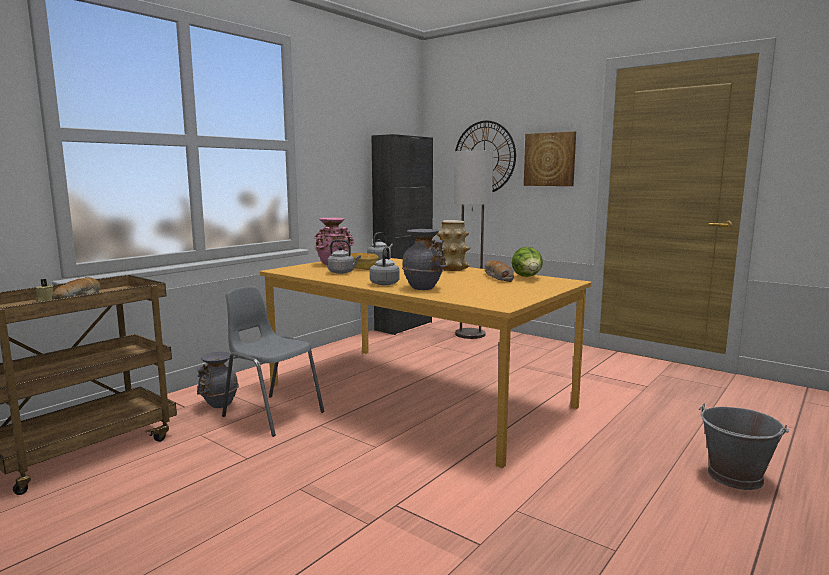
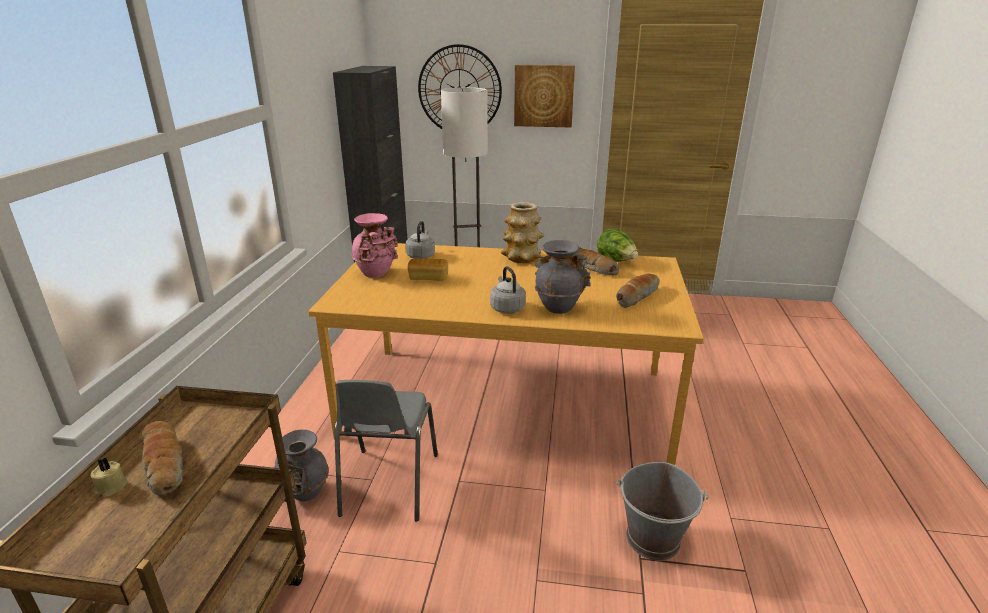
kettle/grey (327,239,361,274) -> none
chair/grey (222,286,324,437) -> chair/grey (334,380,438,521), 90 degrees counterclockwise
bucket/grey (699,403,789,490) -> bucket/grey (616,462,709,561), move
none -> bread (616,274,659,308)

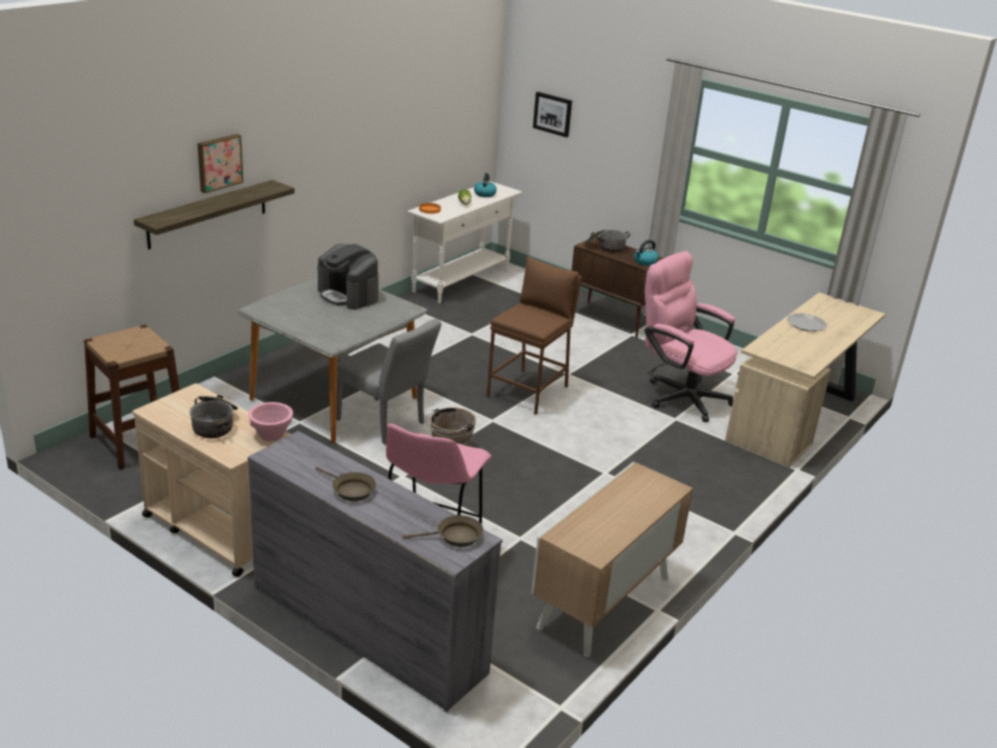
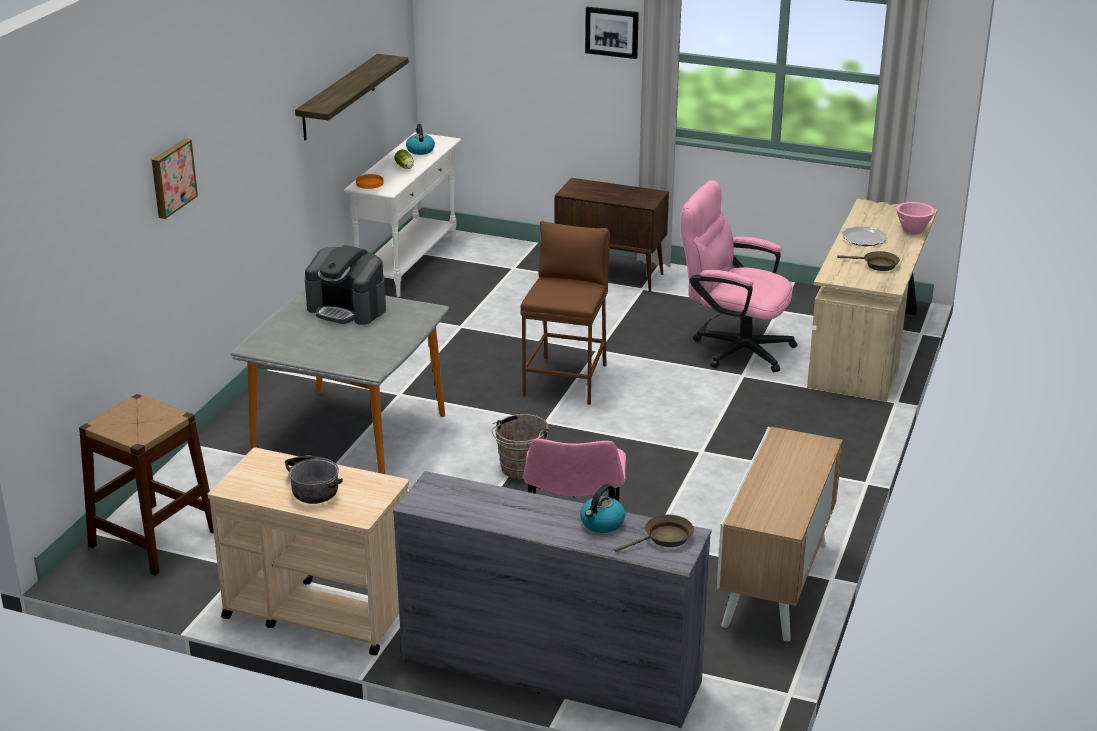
picture (533,92,572,137) -> picture (585,7,639,59), move
shelf (134,180,294,249) -> shelf (295,54,409,140), move
cooking pot (584,229,630,253) -> none
kettle (634,240,659,266) -> kettle (580,484,625,533), move
chair/grey (336,319,441,445) -> none
bowl/pink (248,402,293,441) -> bowl/pink (896,202,935,234), move
frying pan/brown (315,467,376,501) -> frying pan/brown (837,251,900,271), move

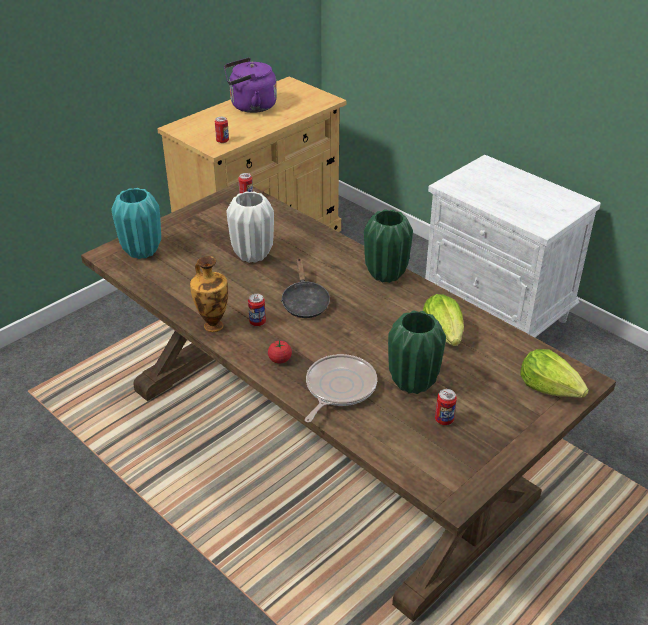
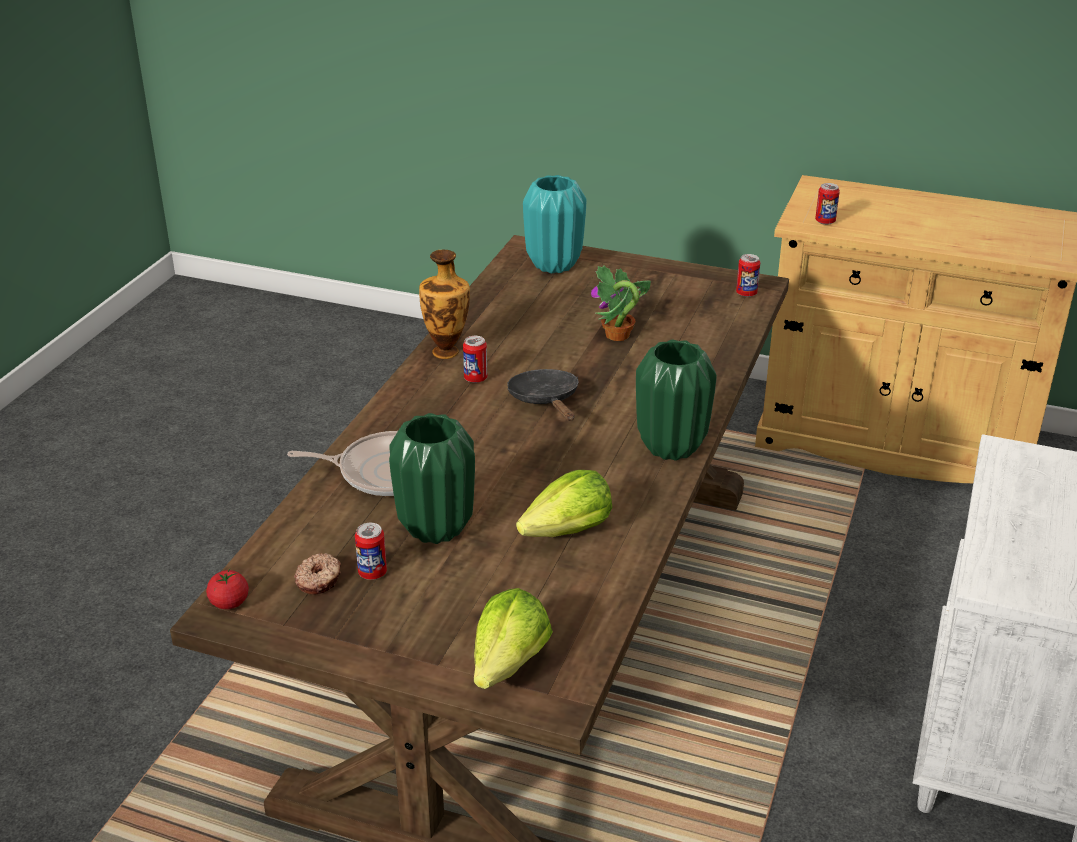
kettle/purple (224,57,277,113) -> none
vase/white (226,191,274,263) -> potted plant (591,266,651,341)
frying pan/black (281,257,331,318) -> frying pan/black (507,369,579,421), 105 degrees clockwise
tomato (268,340,292,363) -> tomato (206,569,249,609), move
none -> donut (294,553,341,595)

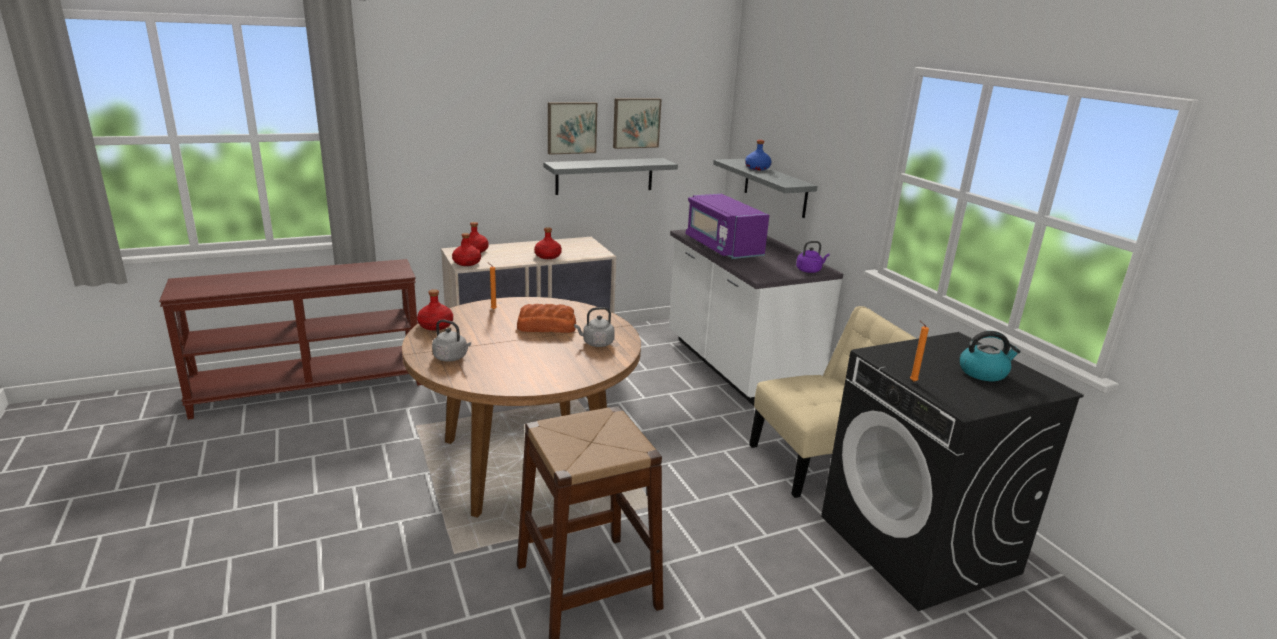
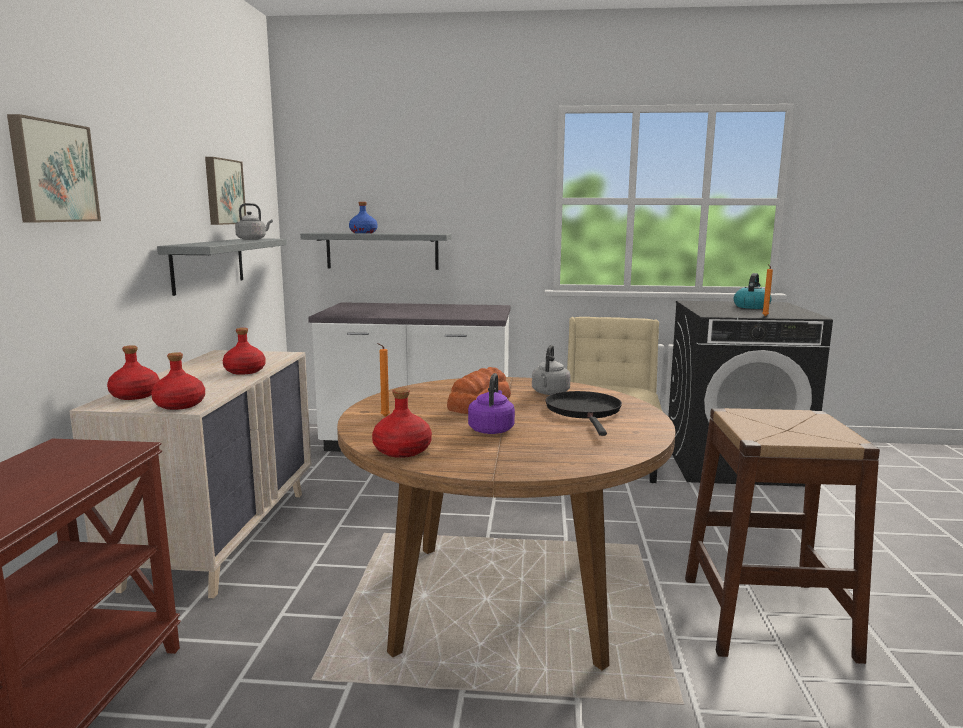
picture (548,102,597,155) -> picture (7,114,101,222), move
microwave/purple (686,194,769,259) -> none
kettle/purple (796,241,830,273) -> kettle/purple (468,373,515,434), move
kettle/grey (432,319,471,362) -> kettle/grey (235,203,273,240), move
none -> frying pan/black (545,391,622,436)

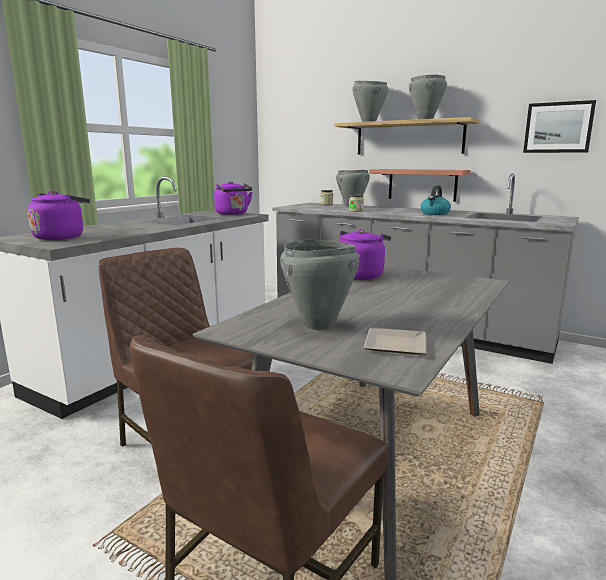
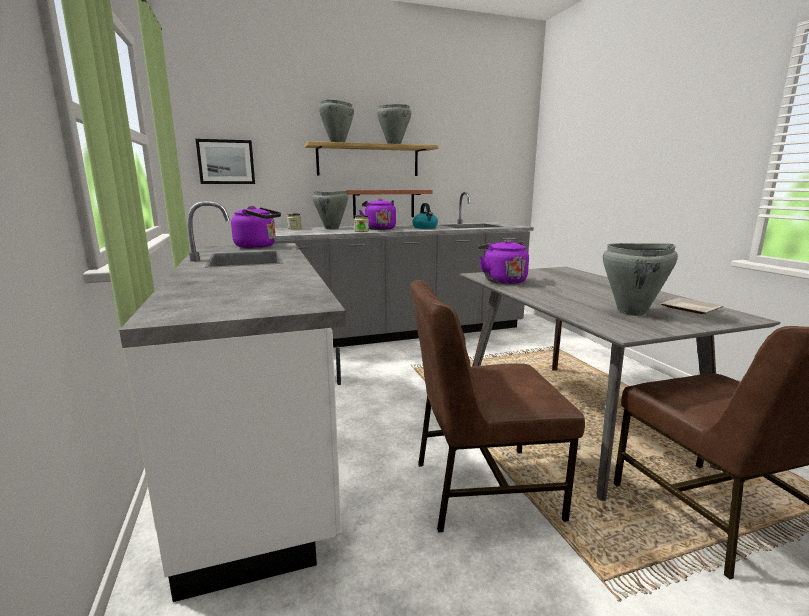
picture (523,100,596,153) -> picture (196,139,255,184), move
kettle/purple (27,191,90,240) -> kettle/purple (359,198,396,230), move

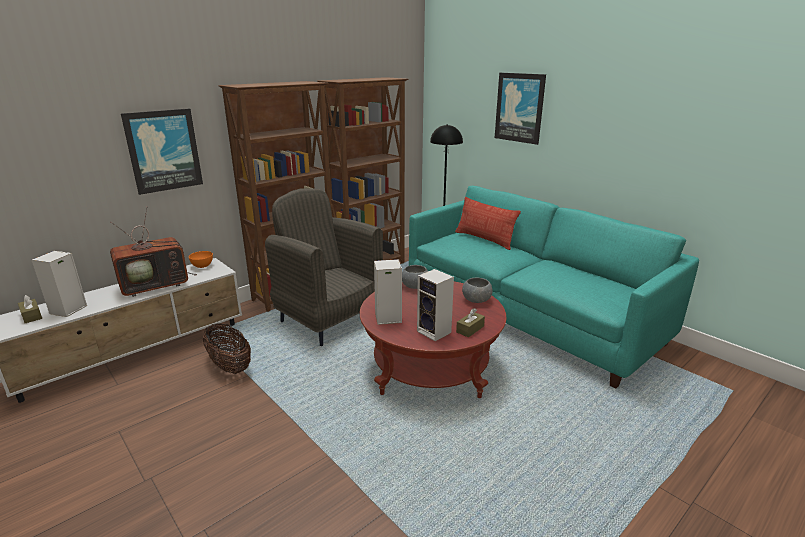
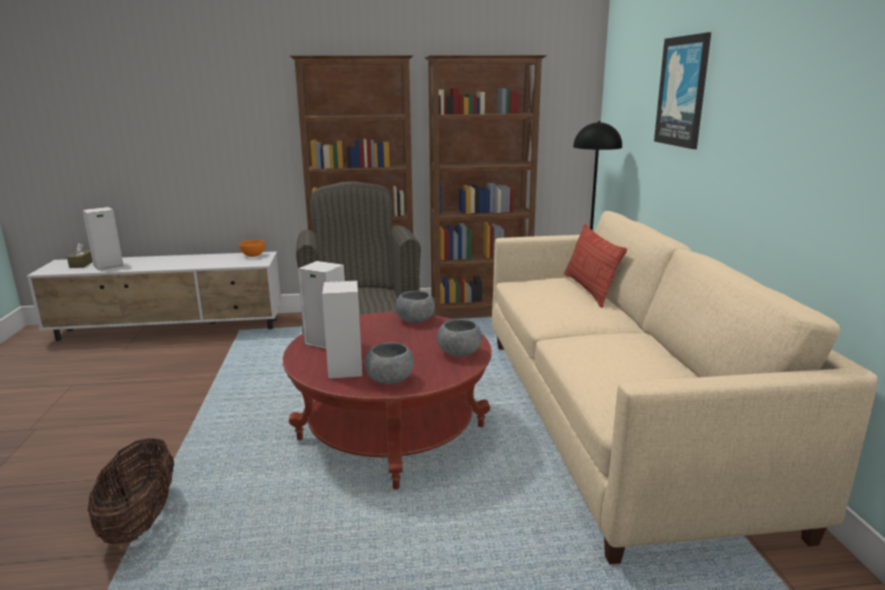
picture (121,108,203,195) -> none
sofa/turquoise (409,186,699,389) -> sofa/beige (492,211,878,564)
television (110,206,197,297) -> none
tissue box/brown (456,309,485,338) -> bowl/grey (364,342,414,384)
basket (203,323,251,374) -> basket (87,438,174,544), move

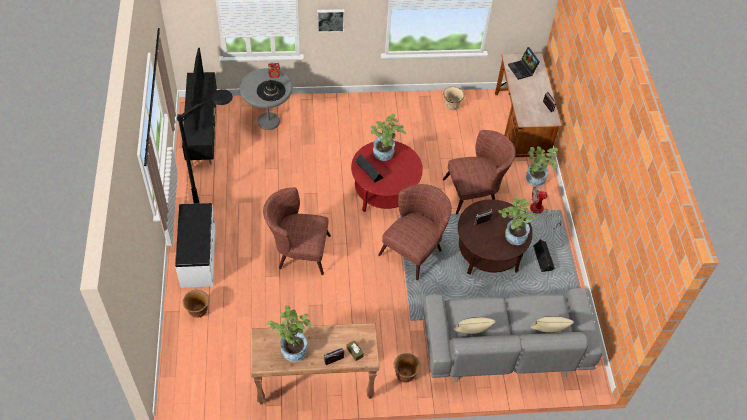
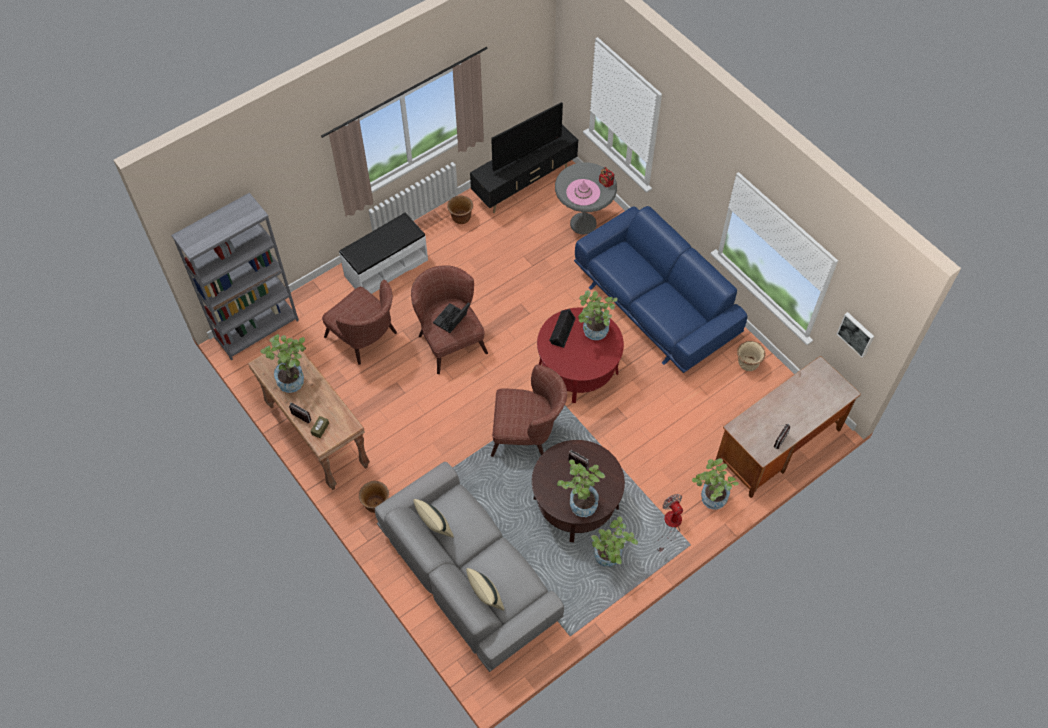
picture (317,9,344,32) -> picture (837,312,874,358), move
laptop (508,47,540,80) -> laptop (433,302,470,333), move
hat/black (257,79,286,101) -> hat/pink (566,179,600,206)
floor lamp/black (177,89,233,204) -> none
armchair/brown (443,130,516,214) -> armchair/brown (322,280,397,365), move
speaker/black (533,239,555,272) -> potted plant (591,516,638,567)
planter/brown (183,290,209,318) -> planter/brown (447,195,473,224), move
none -> bookcase/grey (171,193,299,361)
none -> sofa/blue (574,206,747,373)

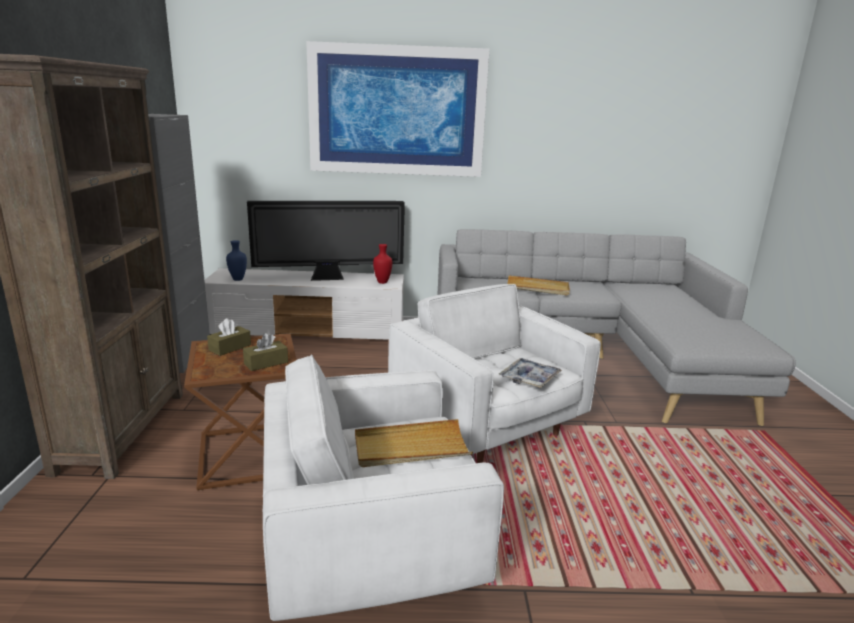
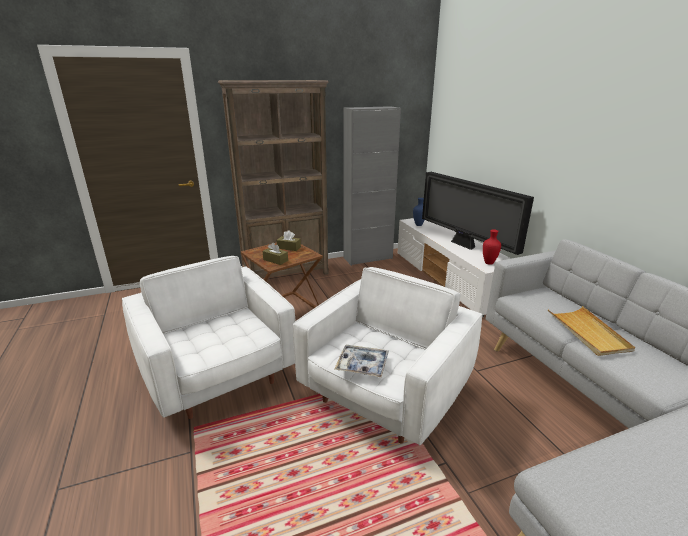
picture (306,41,490,177) -> none
tray/beige (355,419,473,467) -> none

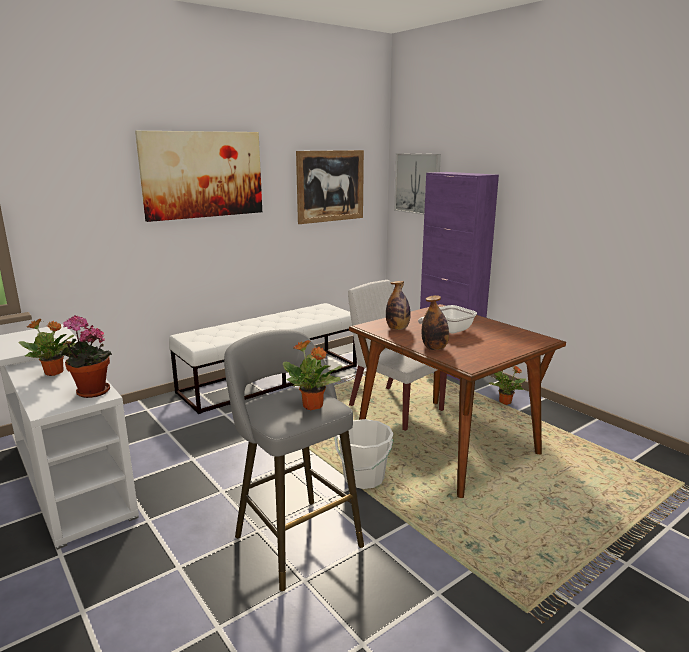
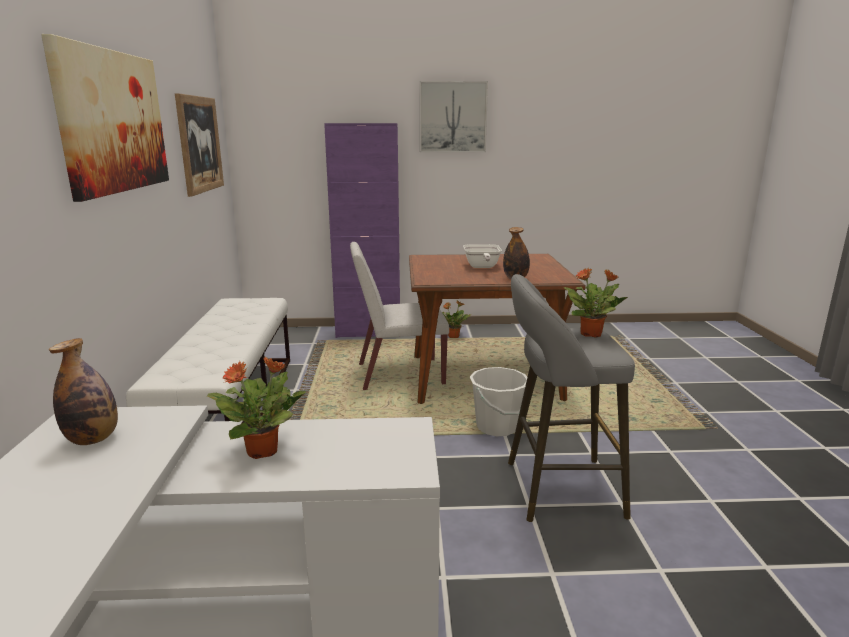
picture (394,153,441,215) -> picture (420,81,488,152), move
bottle (386,281,411,330) -> bottle (49,338,118,445), move
potted plant (58,315,112,398) -> none

